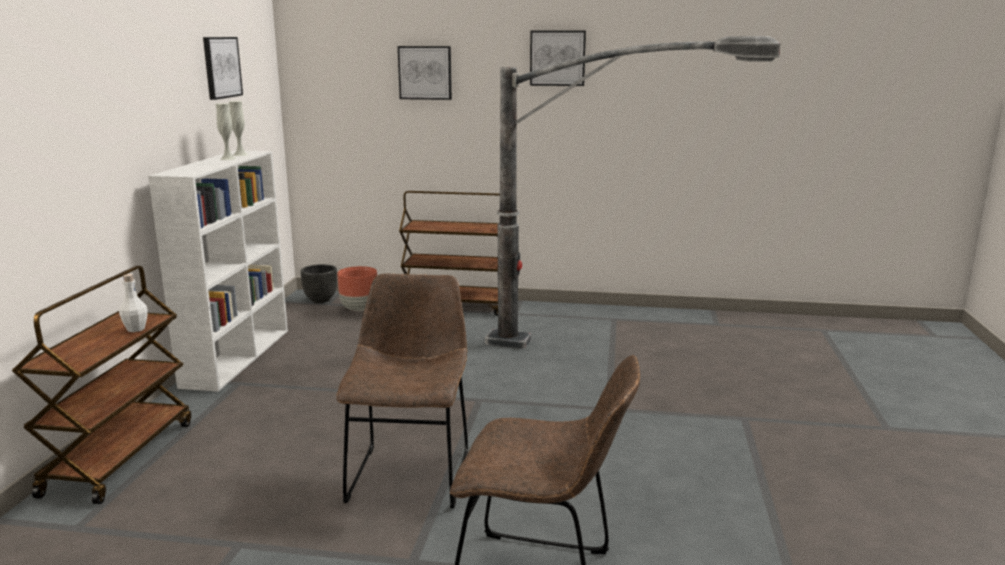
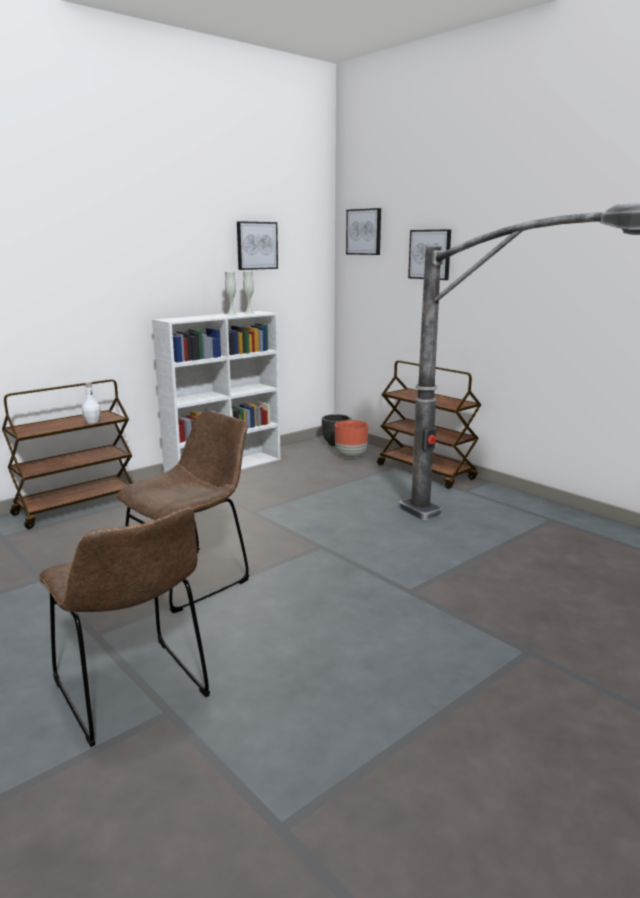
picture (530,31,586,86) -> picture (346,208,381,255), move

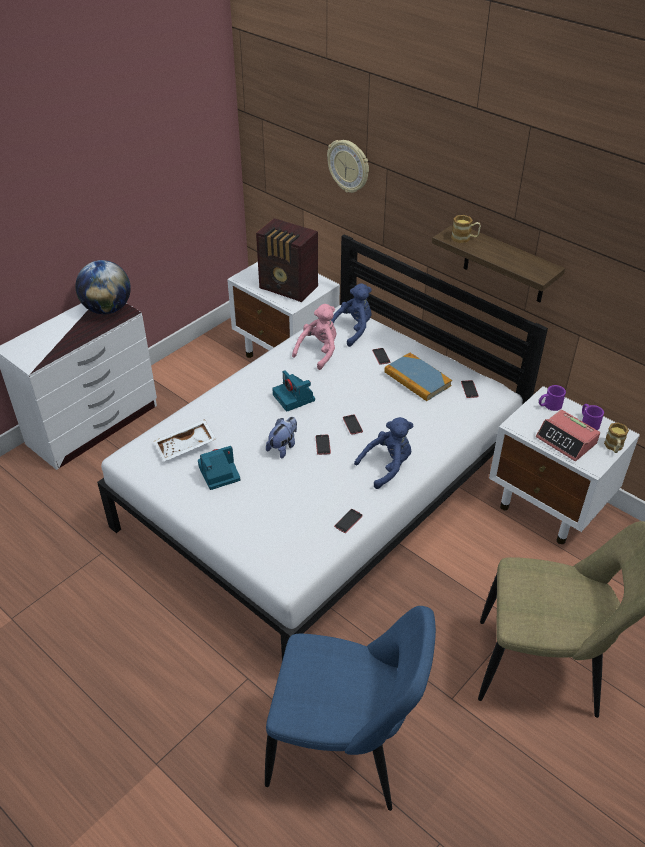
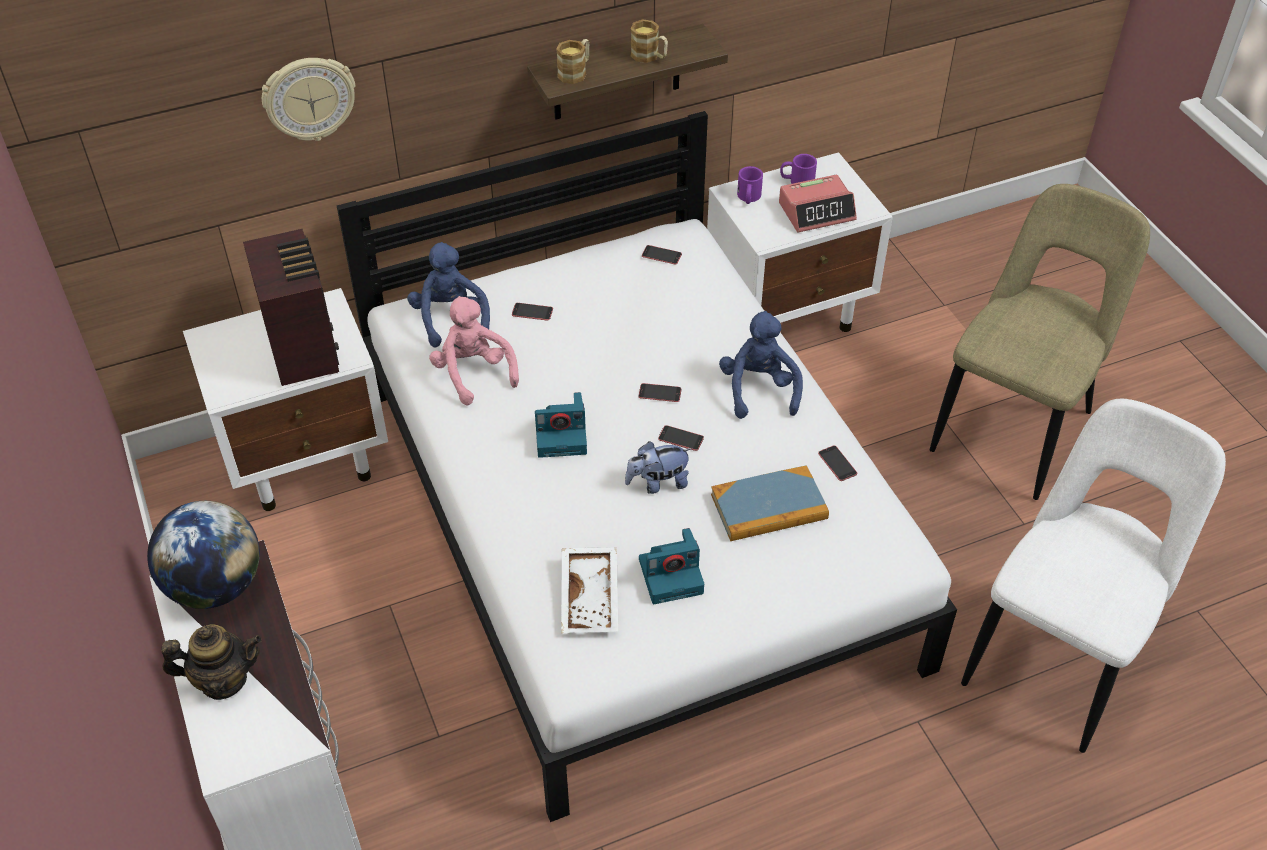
radio (256,218,318,302) -> radio (243,229,339,386), 75 degrees counterclockwise
book (384,353,452,401) -> book (711,465,829,541), move
plush toy (266,417,297,458) -> plush toy (625,441,692,494), 75 degrees counterclockwise
mug (604,422,629,453) -> mug (631,19,668,63), move
photo camera (198,446,240,490) -> photo camera (639,528,704,604), 105 degrees counterclockwise
chair/blue (265,606,436,811) -> chair/white (961,399,1226,753)
none -> teapot (161,625,262,700)

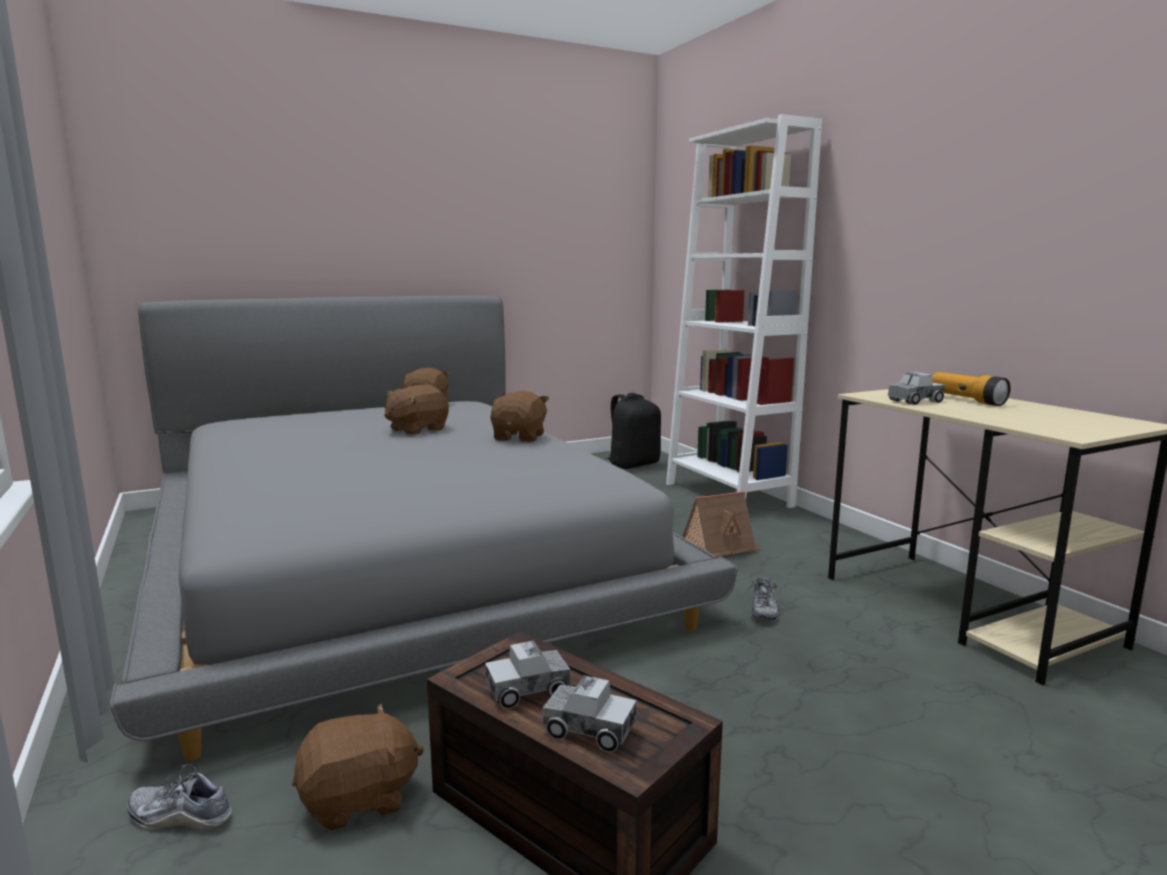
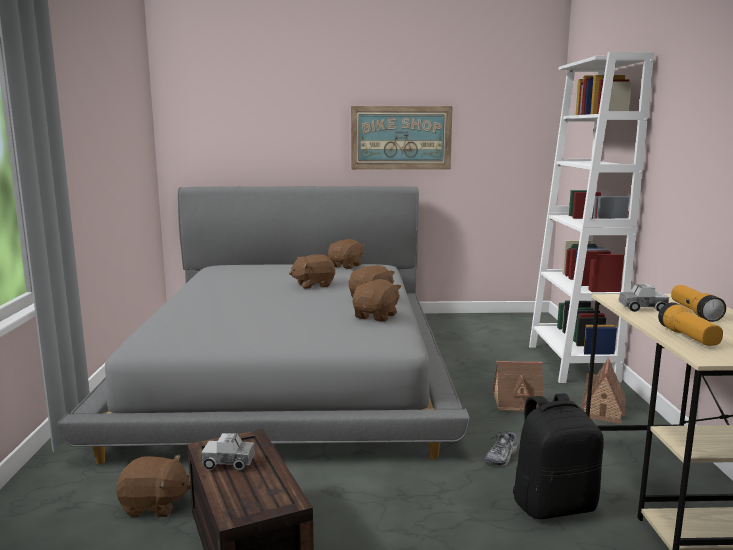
backpack/black (606,393,661,469) -> backpack/black (513,393,604,519), move
toy truck (542,675,637,752) -> none
shoe (127,764,232,831) -> none
none -> picture (351,106,453,170)
none -> plush toy/brown (353,279,402,322)
none -> flashlight (658,302,723,346)
none -> toy house (581,358,626,424)

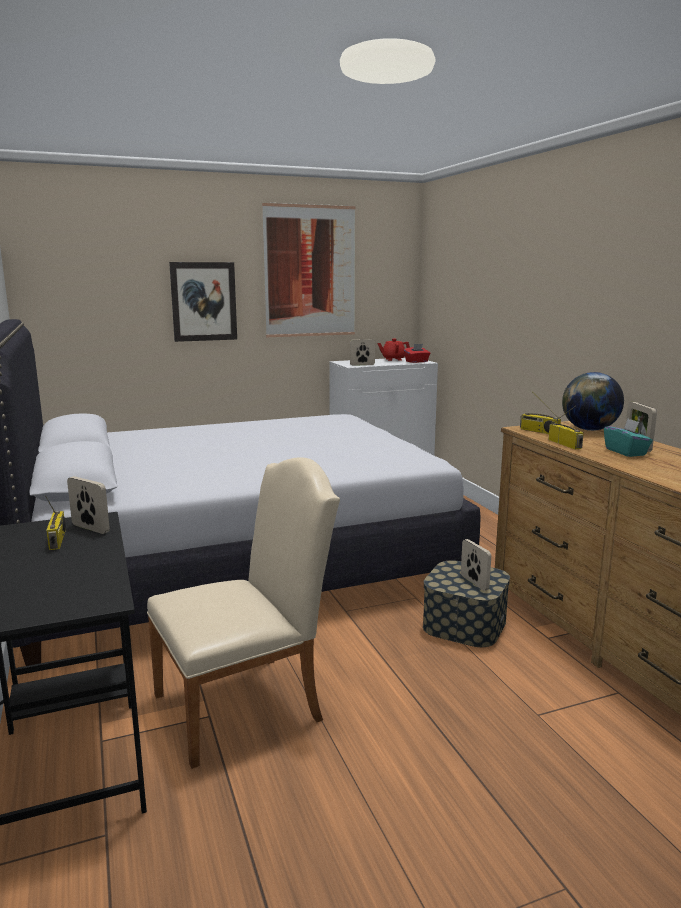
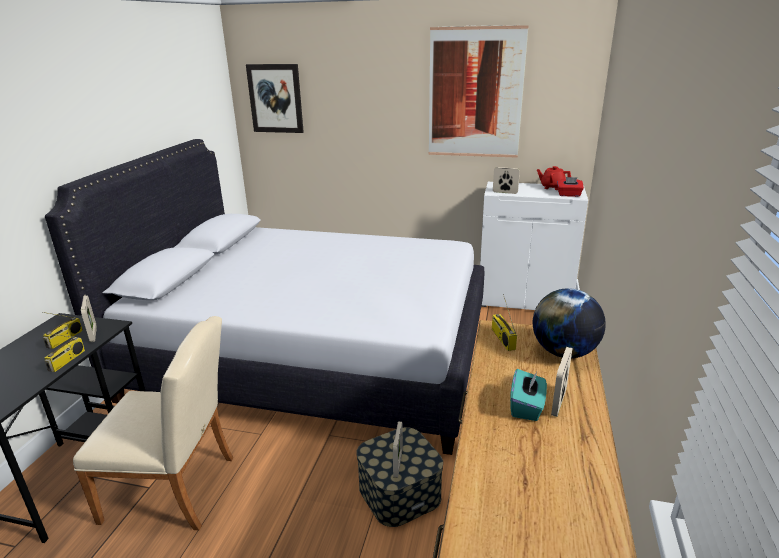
picture (169,262,237,342) -> picture (246,64,304,133), move
radio (548,406,583,449) -> radio (43,333,85,372), move

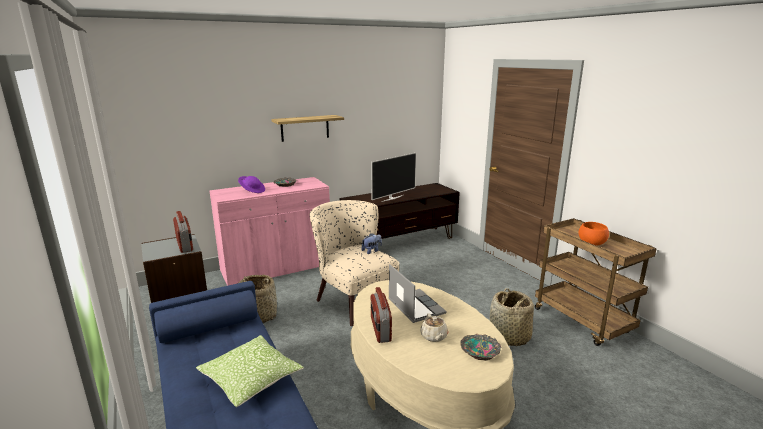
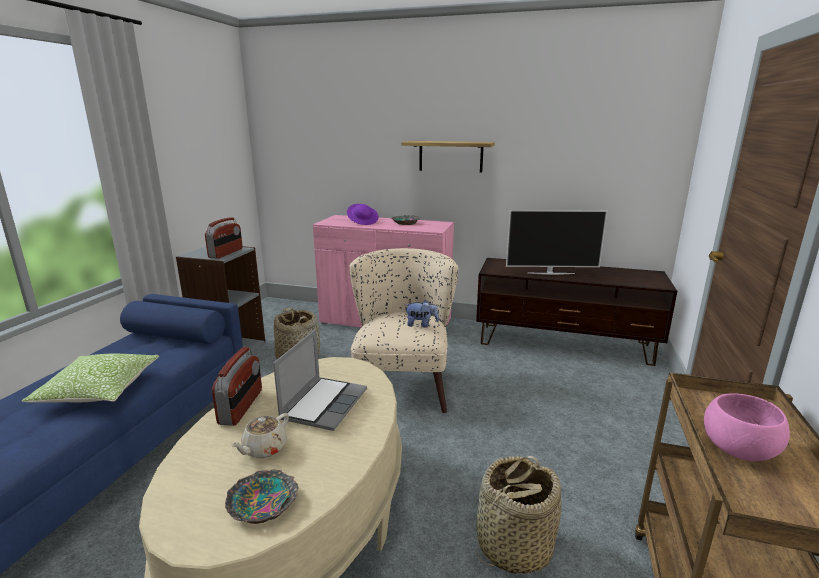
bowl/orange (579,222,609,246) -> bowl/pink (704,393,790,461)
radio (371,287,392,343) -> radio (212,347,262,426), 150 degrees clockwise

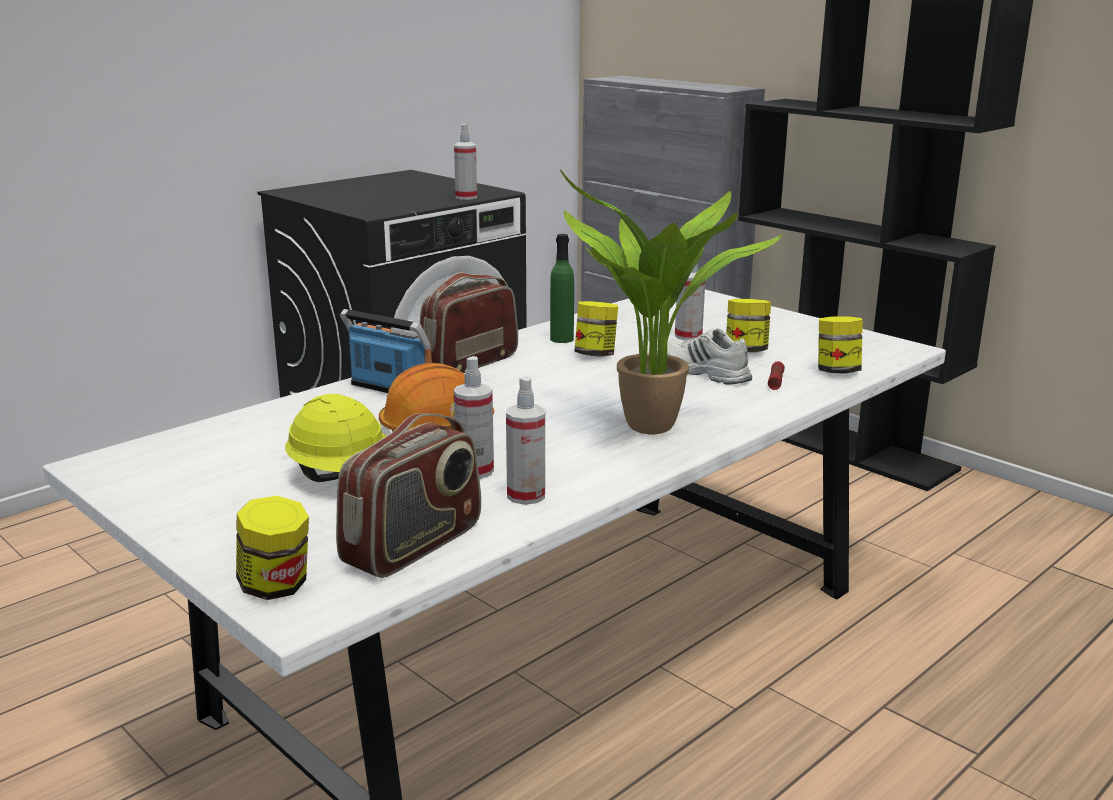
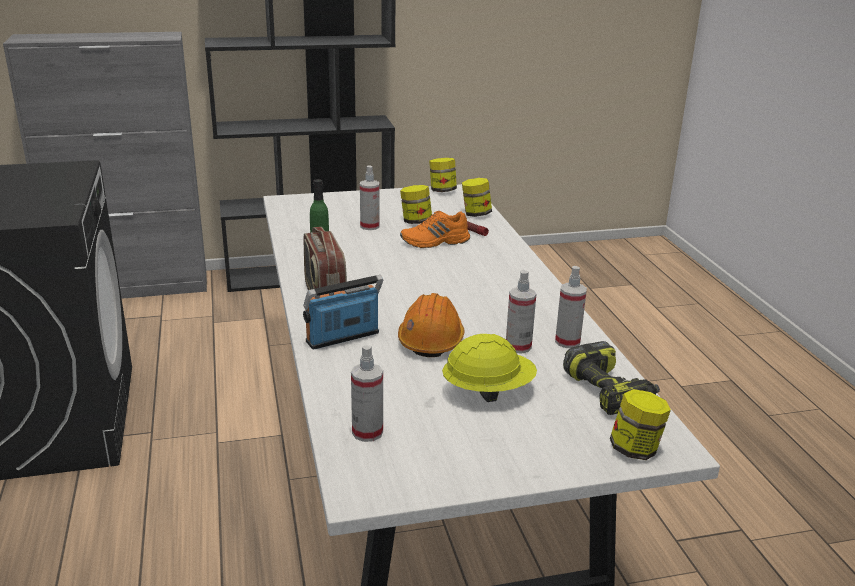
spray bottle (454,124,477,200) -> spray bottle (351,345,383,442), move
potted plant (560,169,783,435) -> none
jar (574,301,618,357) -> jar (429,158,457,192), move
shoe/white (667,328,752,385) -> shoe/orange (400,211,470,248)
radio (336,413,481,578) -> power drill (563,341,660,415)

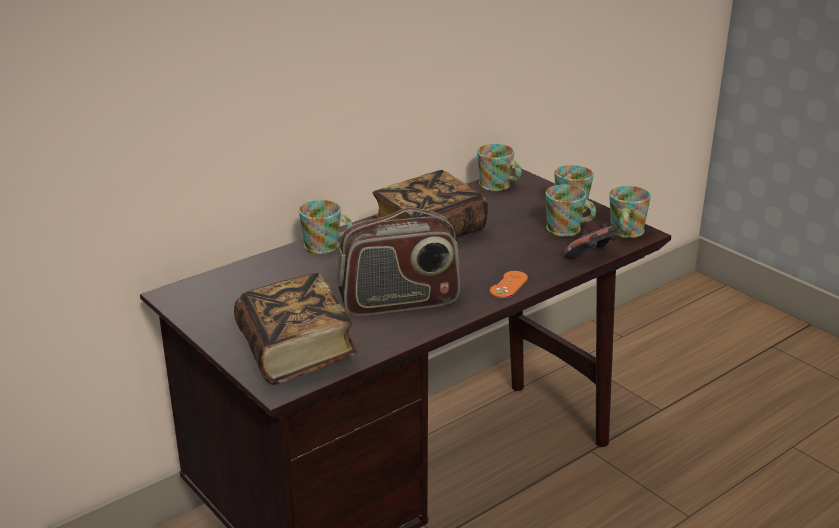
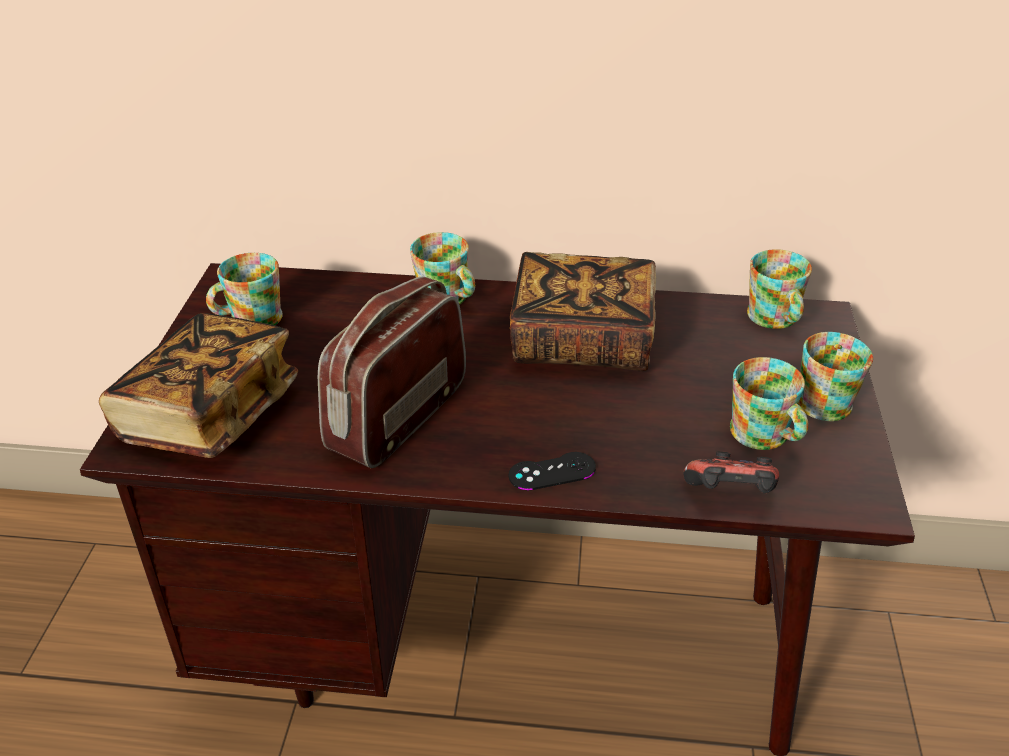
mug (609,186,651,238) -> mug (206,253,283,325), move
radio (337,208,460,316) -> radio (318,277,466,468), 90 degrees clockwise
game controller/orange (490,271,528,298) -> game controller/black (509,452,596,490)

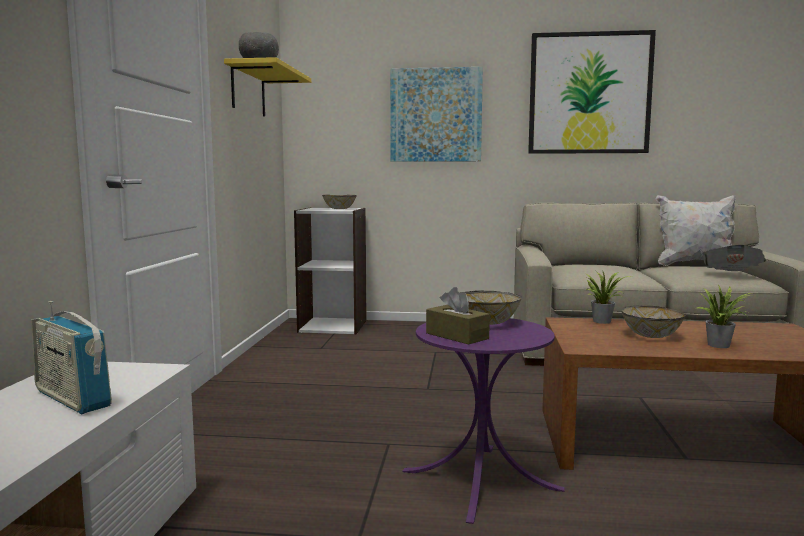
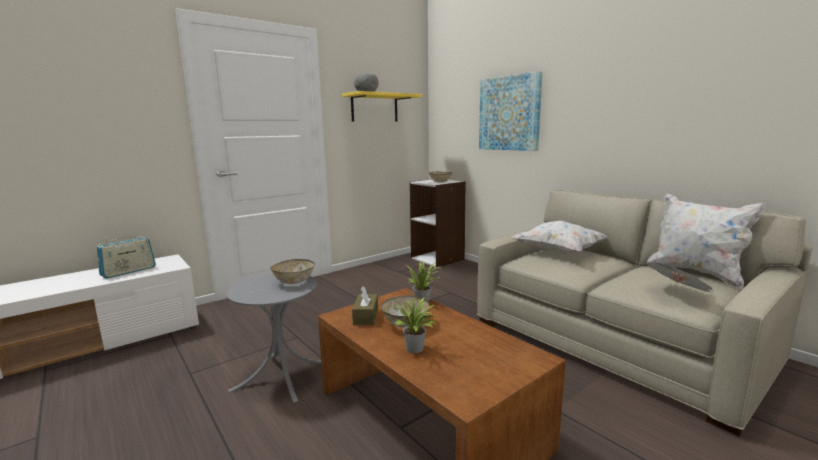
picture (528,30,656,154) -> none
tissue box/brown (426,287,490,345) -> tissue box/brown (352,286,378,325), move
radio (31,301,112,414) -> radio (96,237,156,279), 135 degrees counterclockwise
side table/purple (402,318,564,524) -> side table/grey (226,273,322,403)
none -> pillow/white (513,221,608,254)

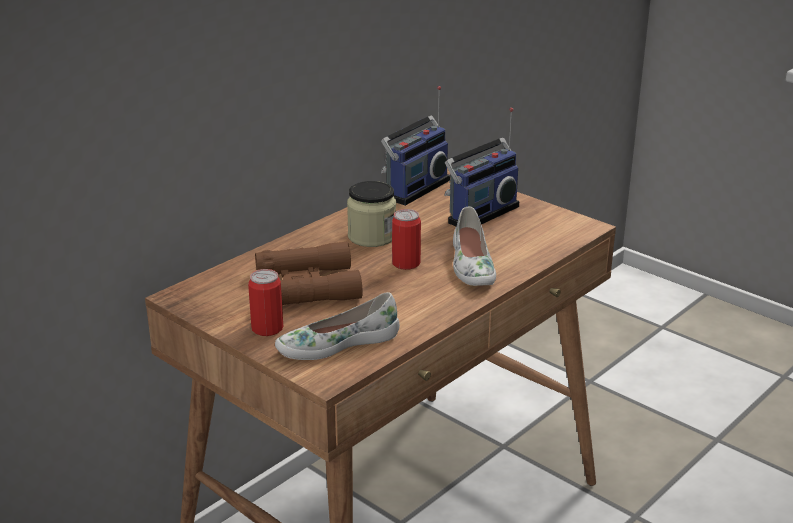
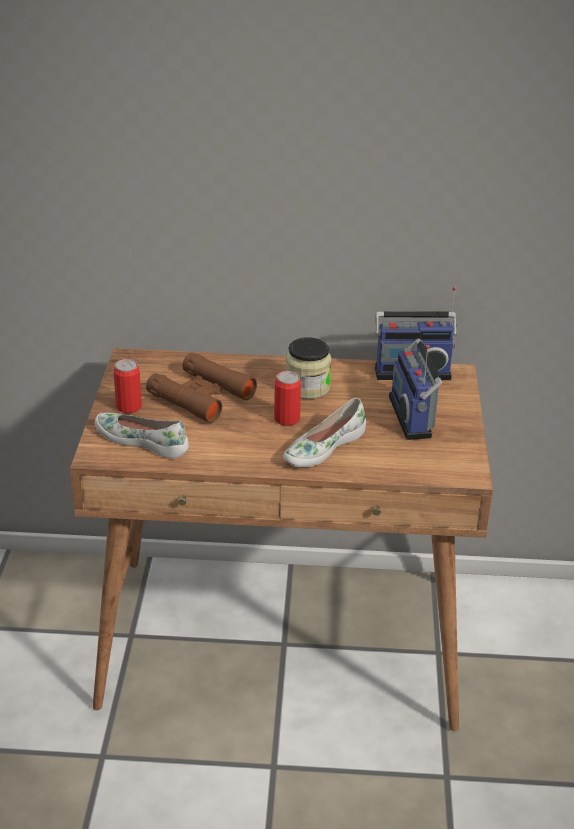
radio (445,108,519,226) -> radio (389,338,442,440), 75 degrees clockwise

